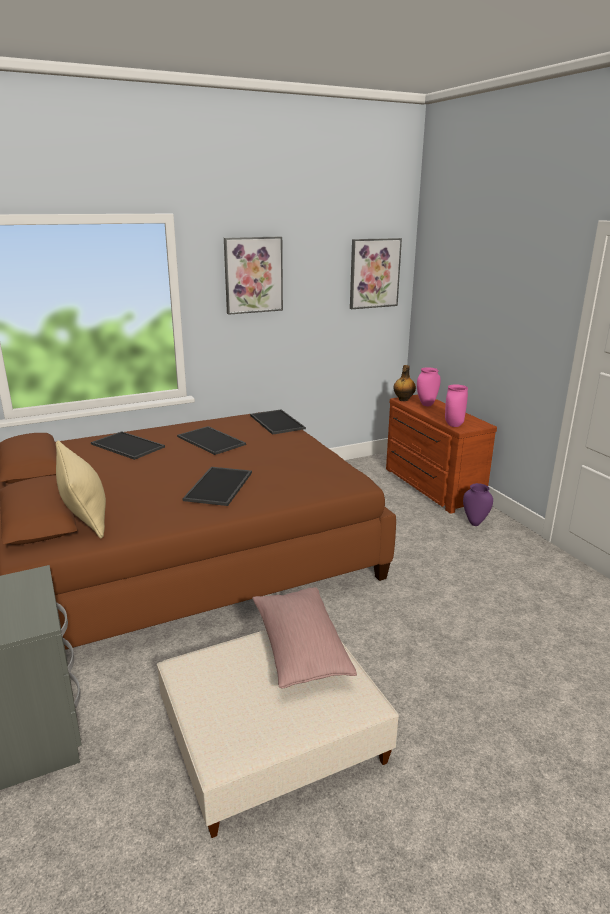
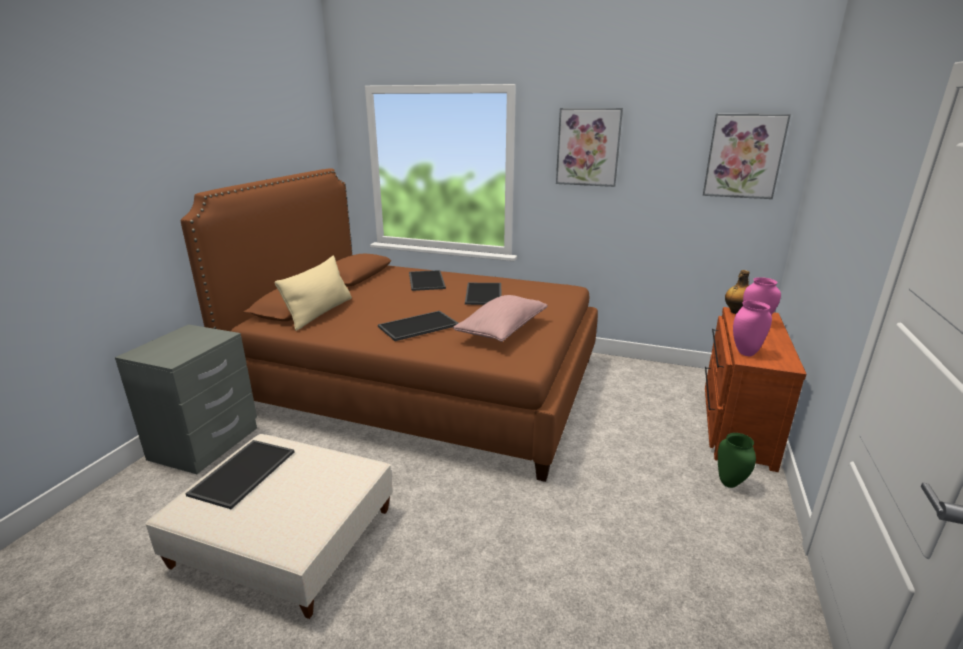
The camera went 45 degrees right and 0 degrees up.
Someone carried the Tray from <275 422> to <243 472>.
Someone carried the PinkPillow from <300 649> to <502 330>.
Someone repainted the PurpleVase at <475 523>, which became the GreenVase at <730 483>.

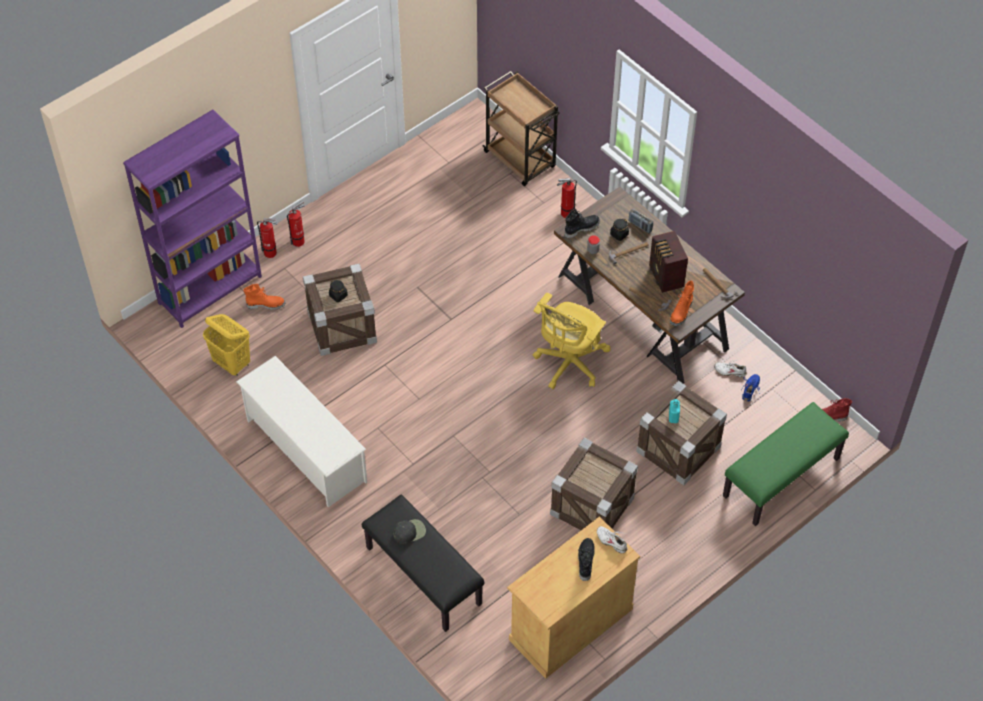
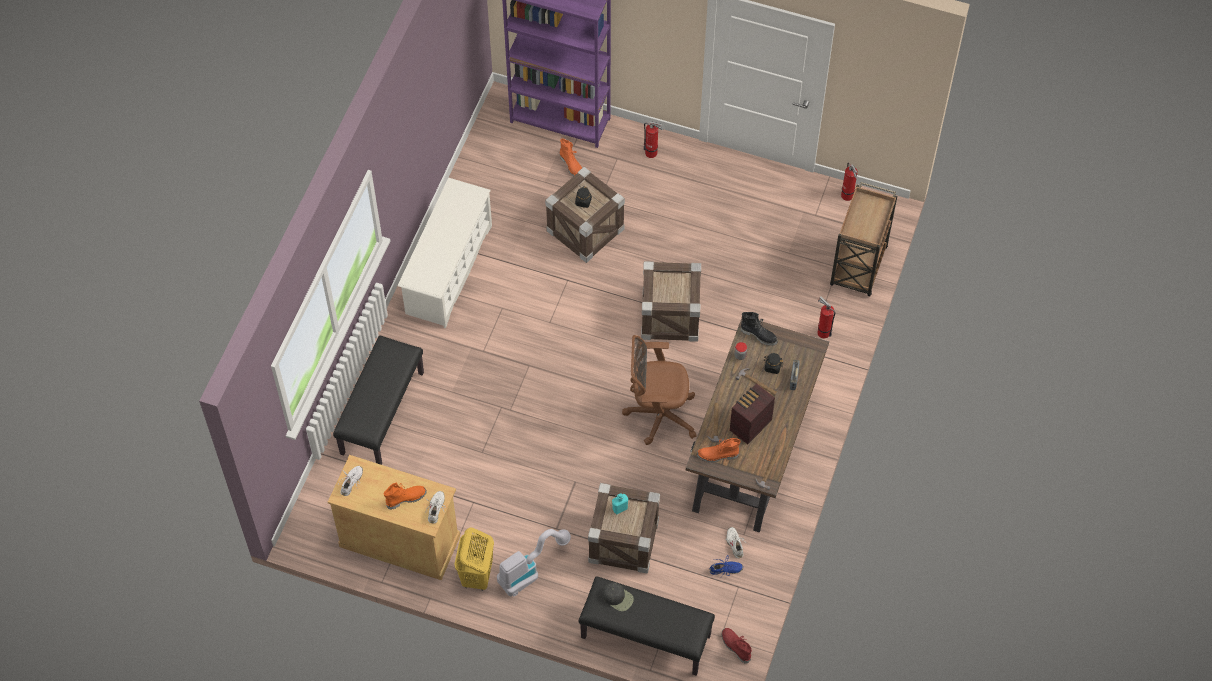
The camera went 60 degrees right and 5 degrees up.
Someone put down the WhiteShoe at <352 482>.
Someone repainted the BlackBoot at <585 561>, which became the OrangeBoot at <406 498>.
Someone carried the YellowLaundryBasket from <232 364> to <477 576>.
Someone put down the VacuumCleaner at <529 571>.
Someone repainted the GreenBench at <781 478>, which became the BlackBench at <645 637>.
Someone carried the BlackCap from <409 531> to <618 597>.
Someone repainted the YellowOfficeChair at <569 364>, which became the BrownOfficeChair at <658 414>.
Someone carried the Crate from <592 506> to <670 316>.
Someone carried the FireExtinguisher from <272 253> to <847 197>.

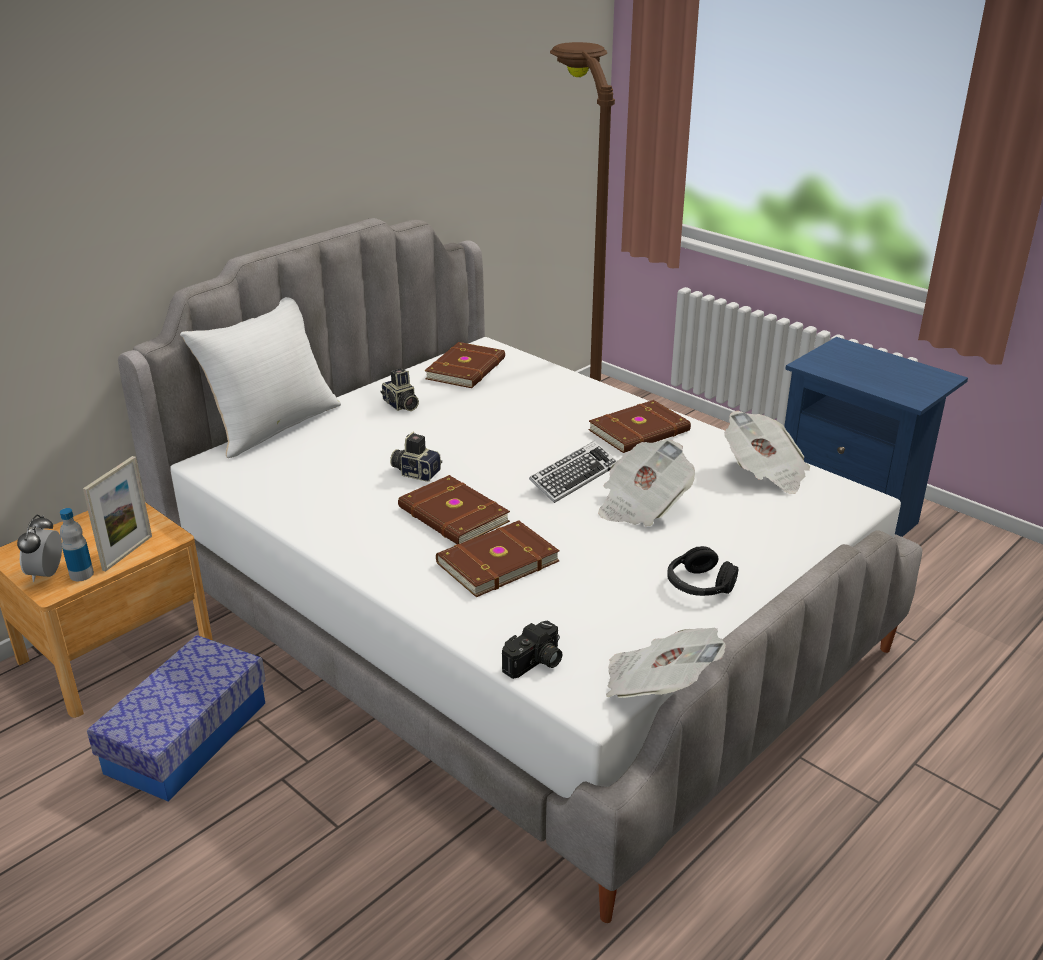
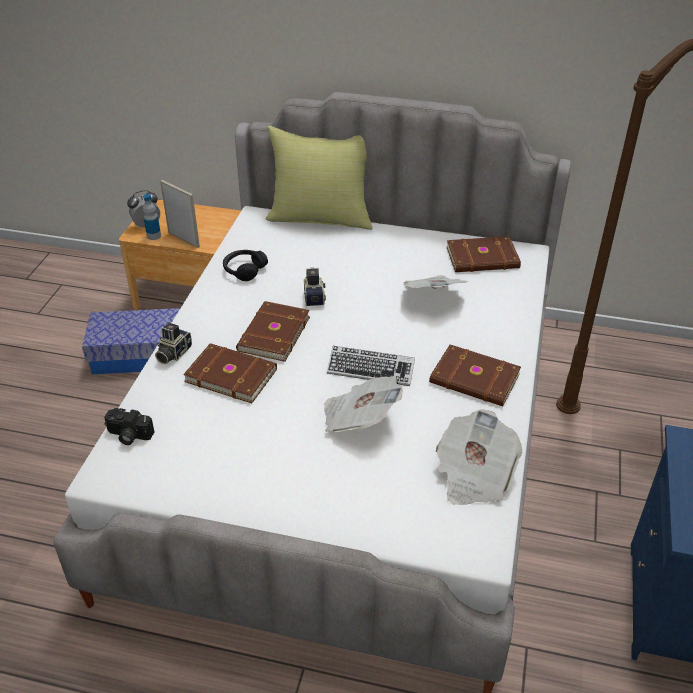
The camera went 60 degrees right and 10 degrees up.
Someone carried the PhotoCamera from <400 405> to <172 353>.
Someone rotated the PictureFrame at <127 553> by 135 degrees counterclockwise.
Someone carried the BlackHeadphones from <699 585> to <244 270>.
Someone repainted the WhitePillow at <273 426>, which became the YellowPillow at <321 217>.
Someone carried the Newspaper from <658 686> to <433 296>.

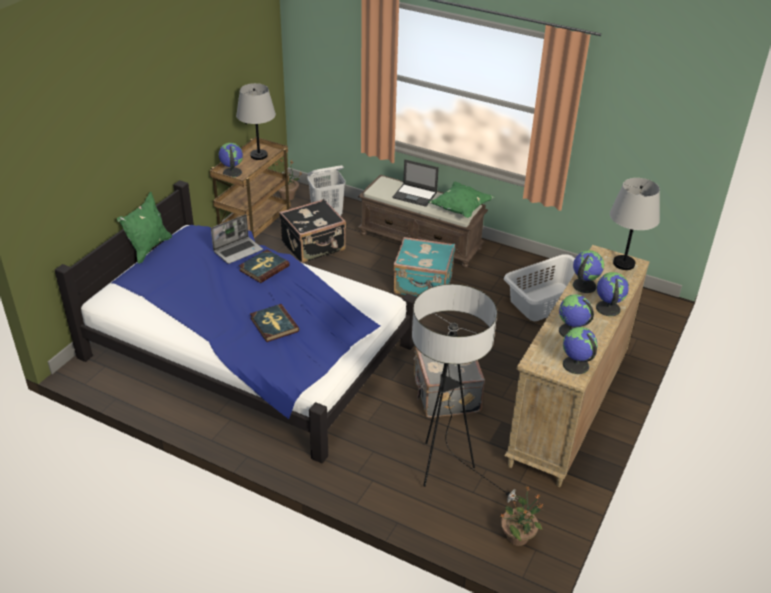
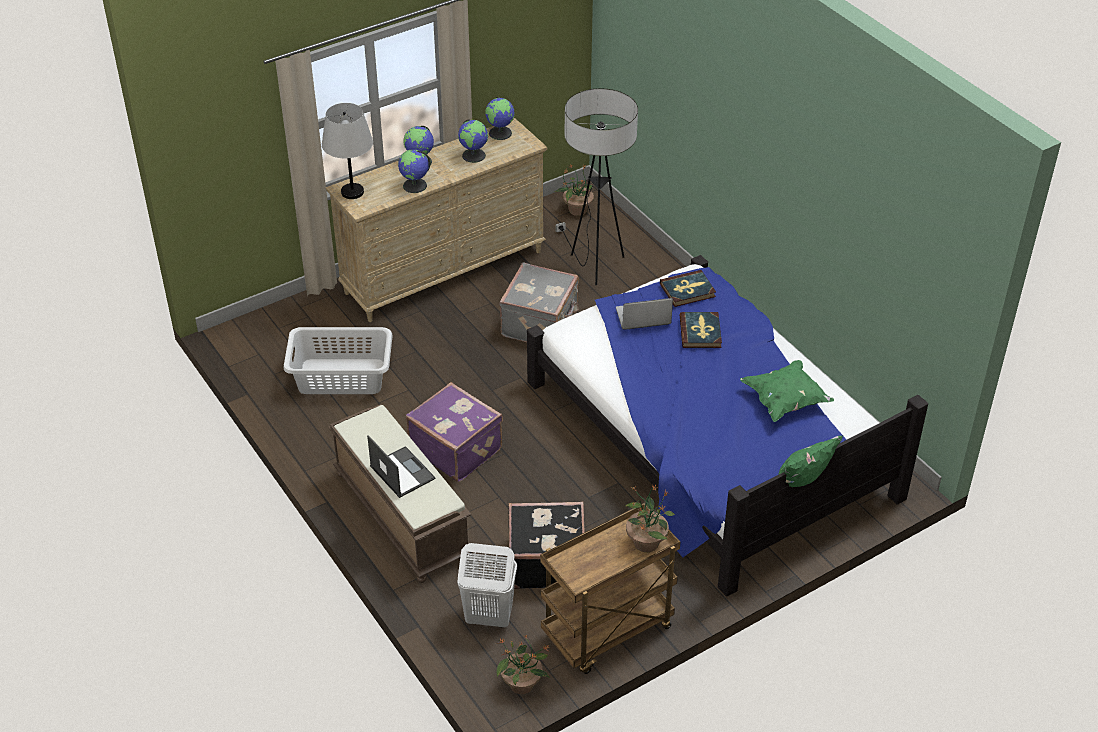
The camera went 150 degrees left and 5 degrees up.
Someone repainted the TurquoiseSuitcase at <423 285>, which became the PurpleSuitcase at <456 449>.
Someone carried the Laptop from <238 250> to <642 317>.
Someone swapped the Globe at <231 172> for the PottedPlant at <646 542>.
Someone carried the Book from <264 268> to <687 290>.
Someone carried the GreenPillow from <460 209> to <785 401>.
Someone took away the GreyTableLamp at <259 155>.

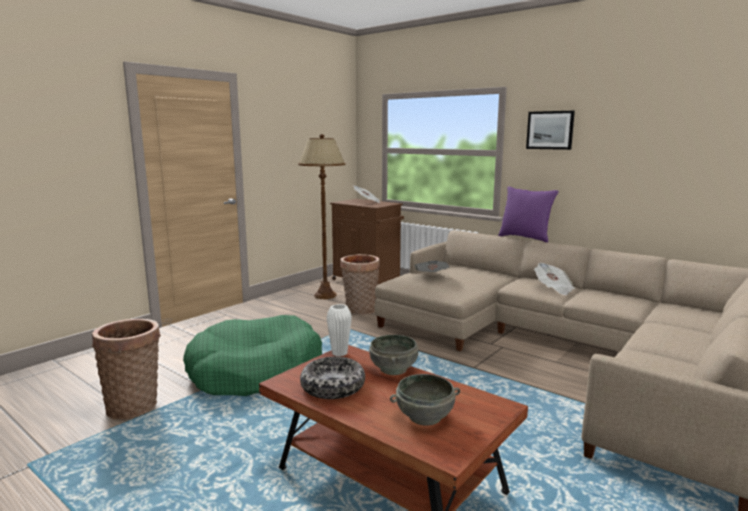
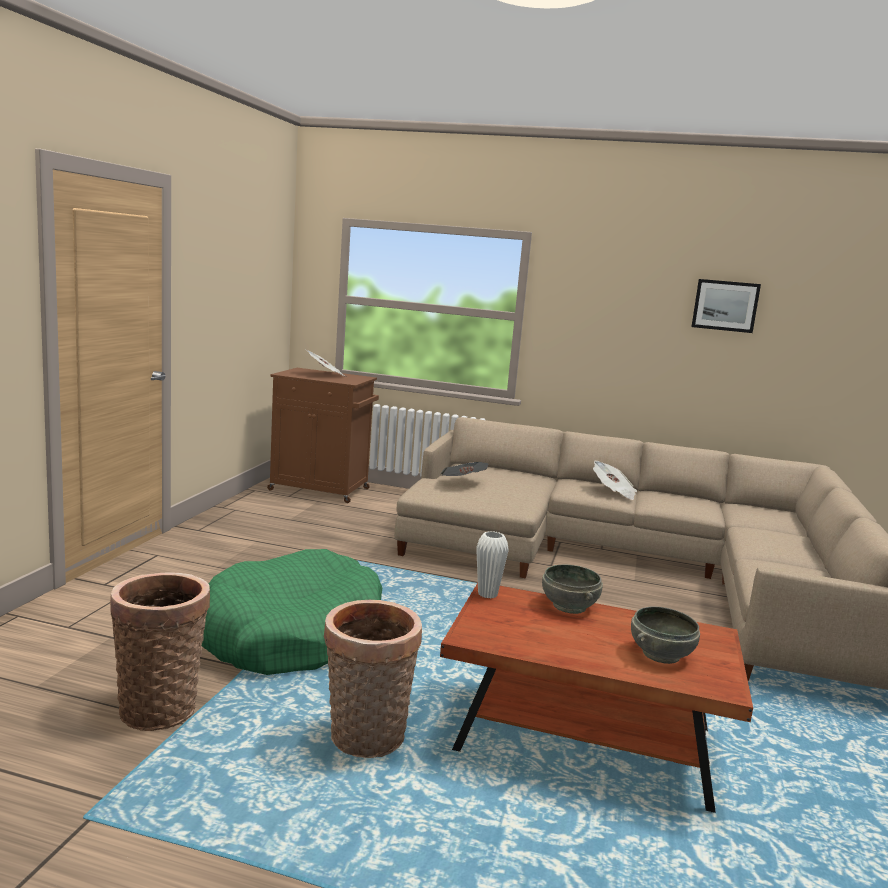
The camera went 25 degrees left and 0 degrees up.
Someone carried the Basket from <360 310> to <366 740>.
Someone carried the Picture from <550 130> to <725 305>.
Someone took away the BrownFloorLamp at <325 295>.
Someone took away the Bowl at <333 387>.
Someone took away the PurplePillow at <525 238>.

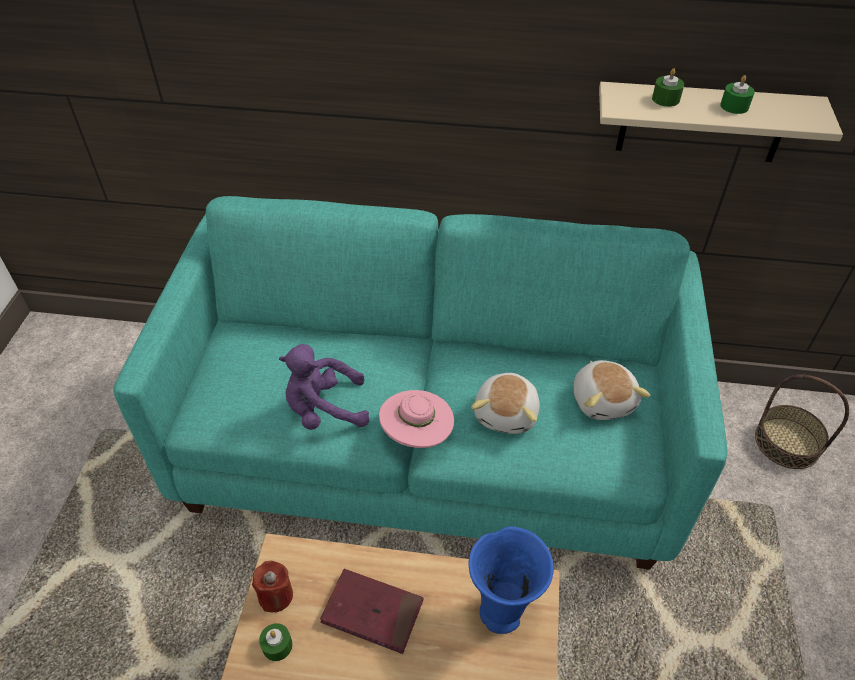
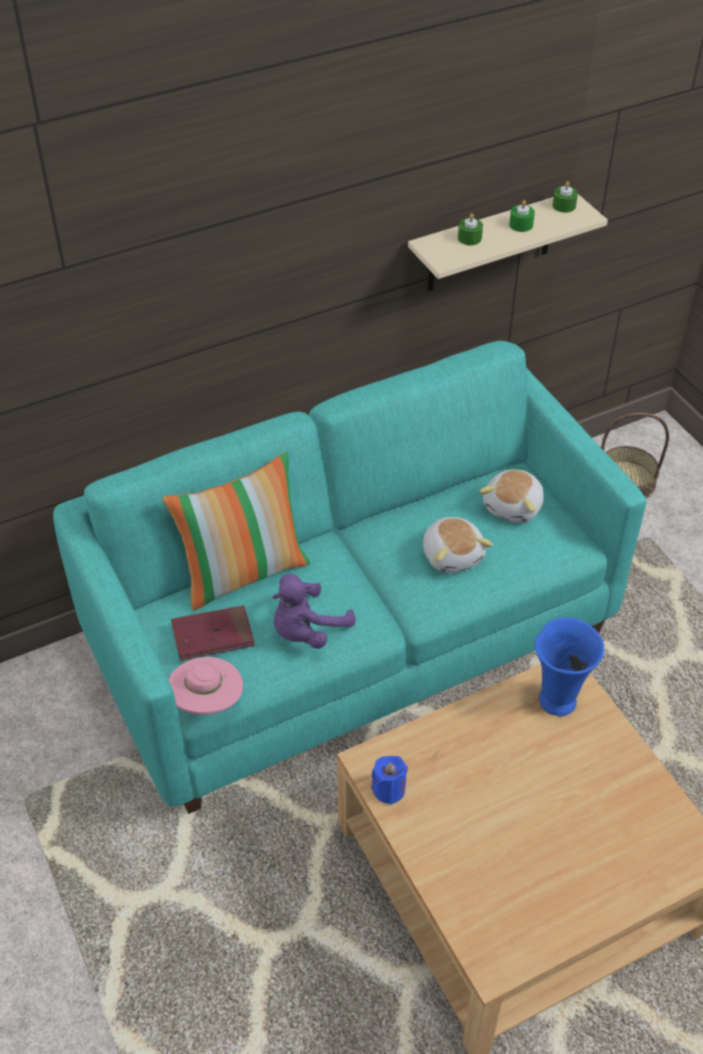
The camera went 35 degrees left and 0 degrees up.
Someone put down the Pillow at <244 572>.
Someone carried the PinkHat from <417 434> to <207 702>.
Someone carried the RedBook from <372 612> to <213 635>.
Someone repainted the RedCandle at <276 595>, which became the BlueCandle at <389 789>.
Someone rotated the PlushToy at <603 400> by 75 degrees clockwise.
Someone carried the GreenCandle from <277 645> to <564 206>.

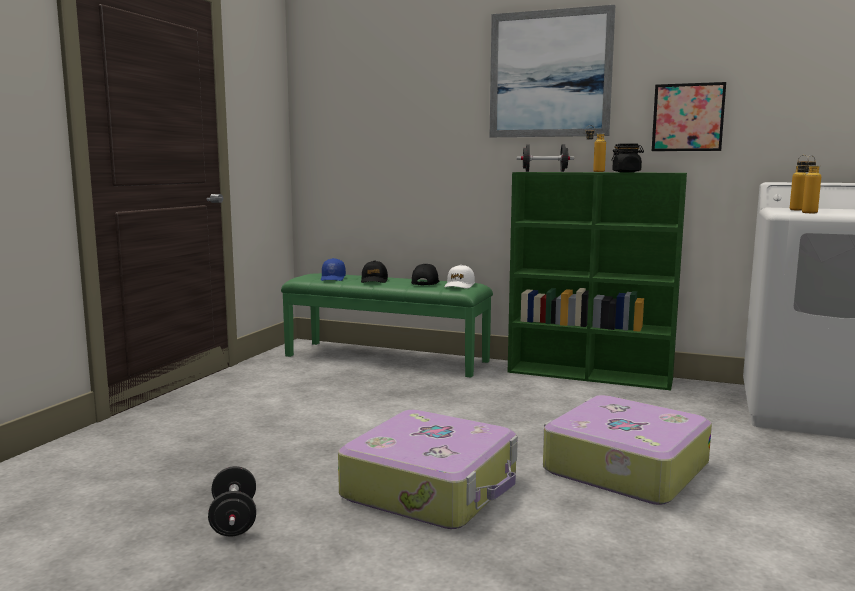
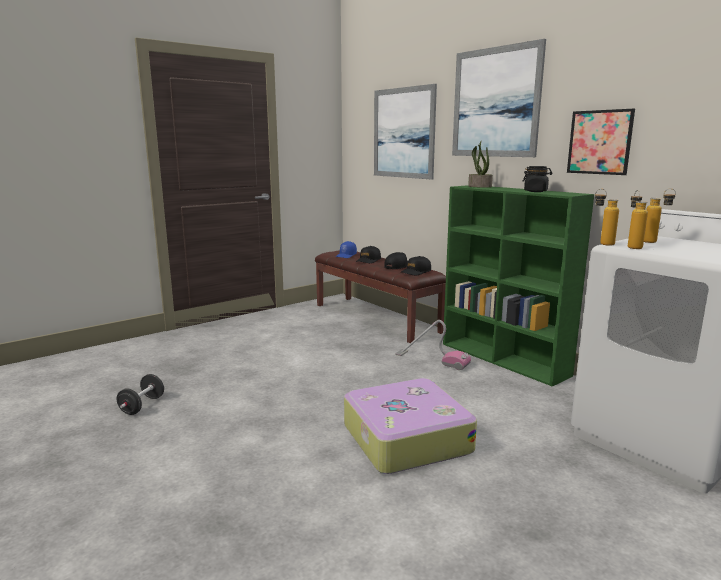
The camera went 30 degrees right and 5 degrees up.
Someone repainted the GreenBench at <387 358>, which became the BrownBench at <376 318>.
Someone put up the Picture at <403 133>.
Someone put down the VacuumCleaner at <431 360>.
Someone repainted the WhiteCap at <459 285>, which became the BlackCap at <416 272>.
Someone swapped the BlackDumbbell at <544 171> for the PottedPlant at <479 186>.
Someone carried the Bottle from <594 171> to <601 243>.
Someone took away the Suitcase at <432 488>.

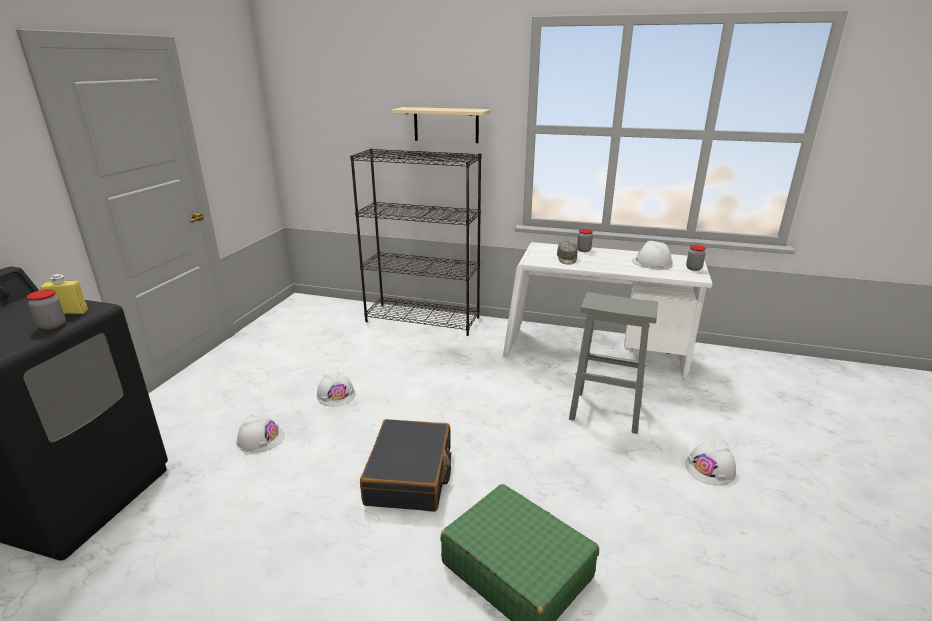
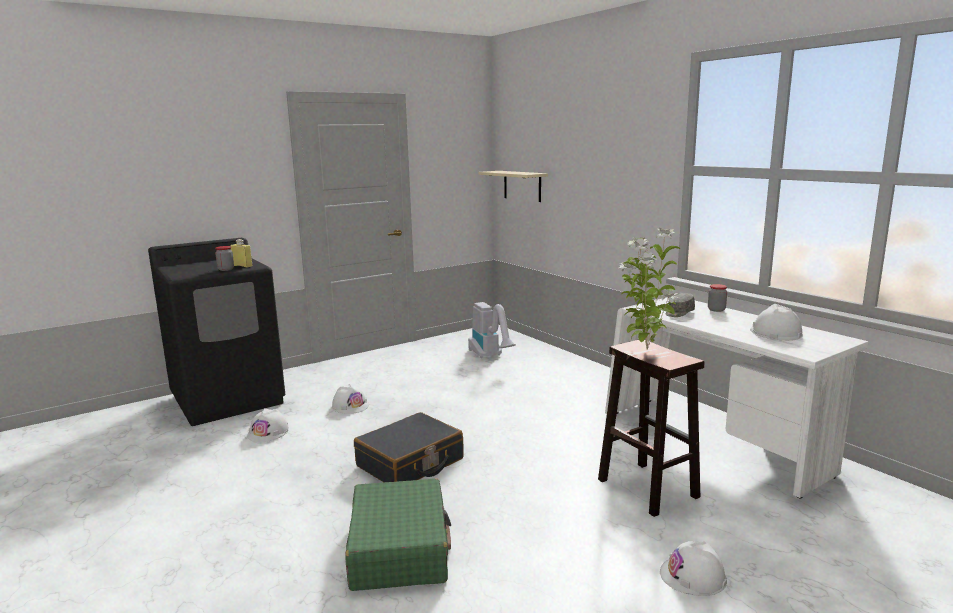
The camera went 40 degrees right and 10 degrees down.
Someone carried the WhiteHardHat from <336 395> to <268 432>.
Someone put down the VacuumCleaner at <491 357>.
Someone carried the BeigeShelf from <446 125> to <522 186>.
Someone repainted the GreyStool at <604 411>, which became the BrownStool at <646 487>.
Someone put down the PottedPlant at <645 349>.
Someone took away the BlackBookcase at <423 319>.
Someone took away the Jar at <693 268>.

